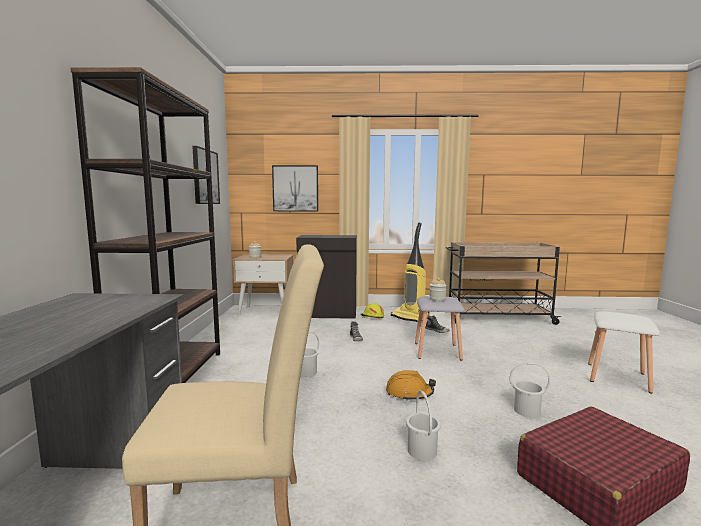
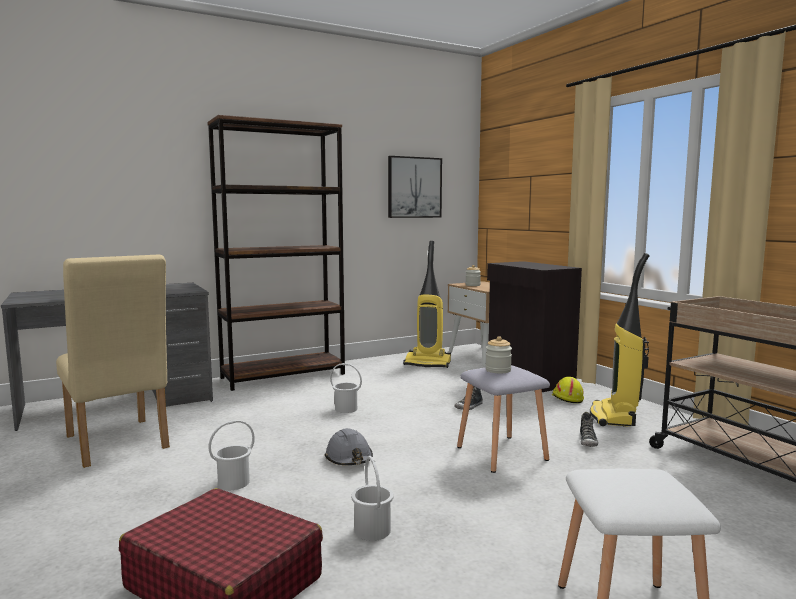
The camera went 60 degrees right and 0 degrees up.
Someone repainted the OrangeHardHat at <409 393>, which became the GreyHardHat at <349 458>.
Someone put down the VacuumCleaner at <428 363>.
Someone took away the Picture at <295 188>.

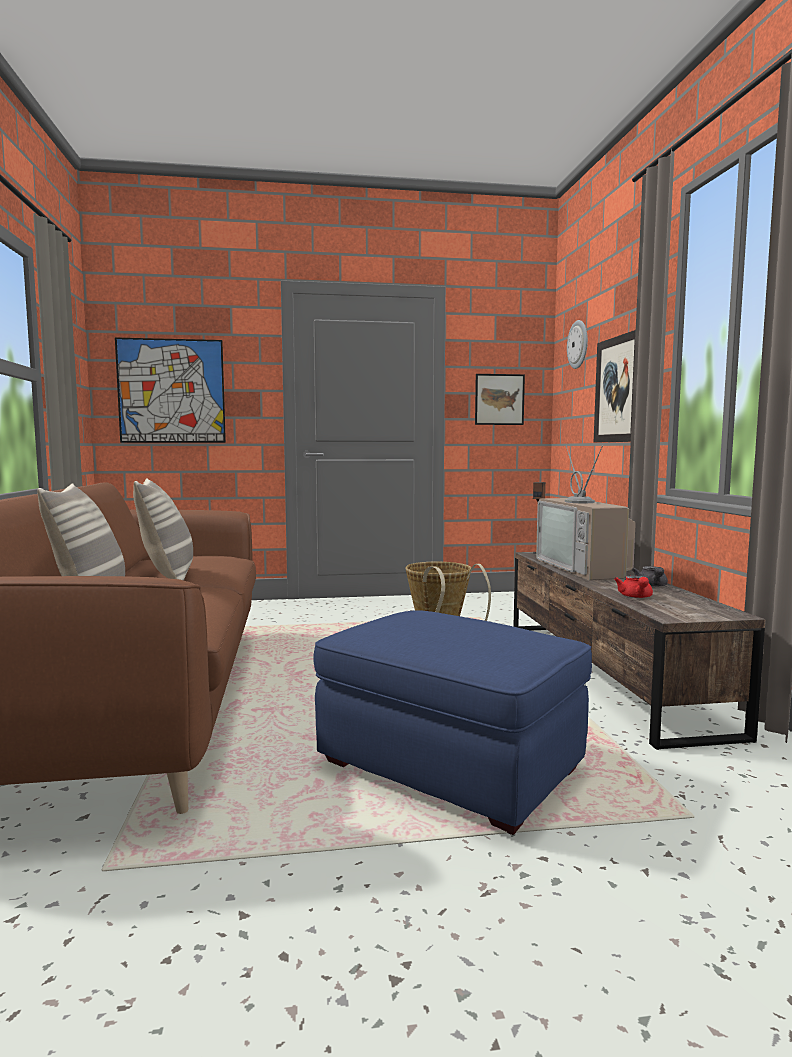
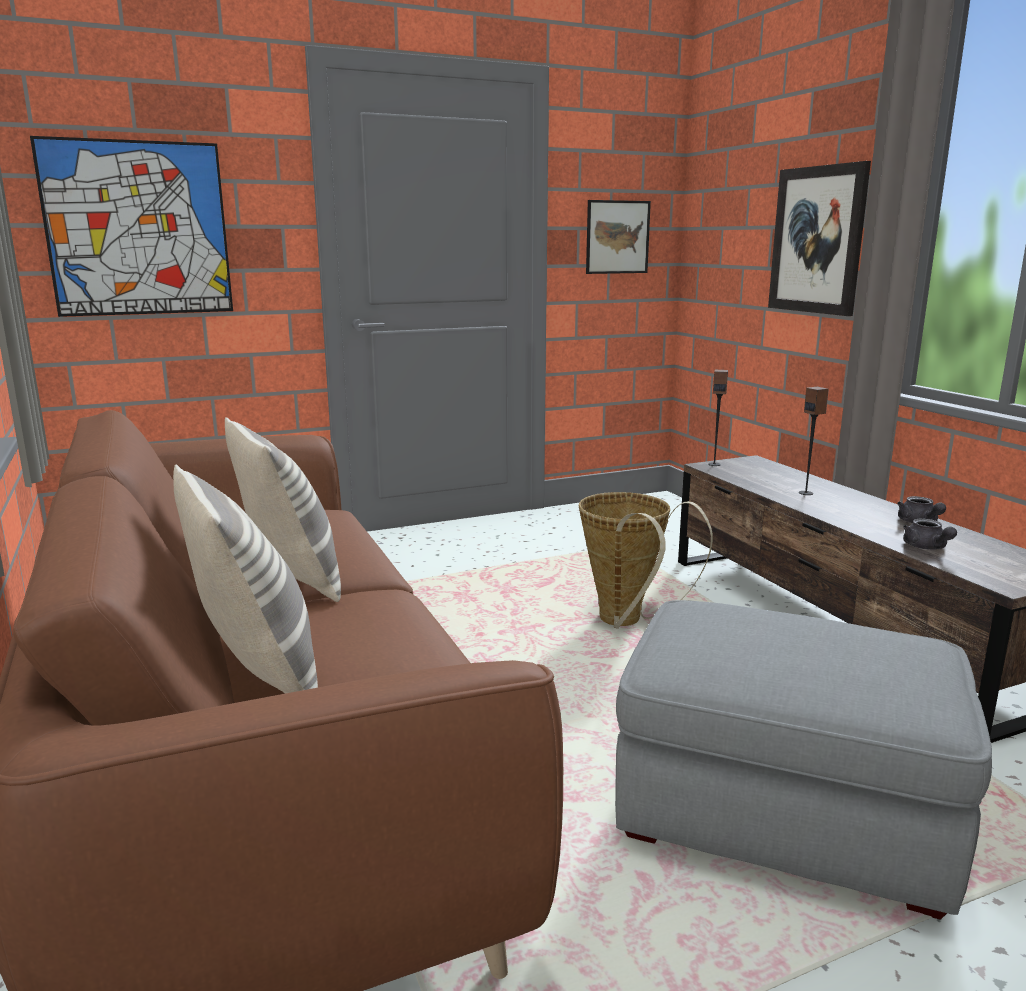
The camera went 15 degrees left and 10 degrees up.
Someone repainted the BlueOttoman at <448 766>, which became the GreyOttoman at <779 815>.
Someone swapped the Television at <585 568> for the Speaker at <806 493>.
Someone repainted the RedTeapot at <635 597>, which became the GreyTeapot at <926 548>.
Someone took away the WallClock at <578 344>.

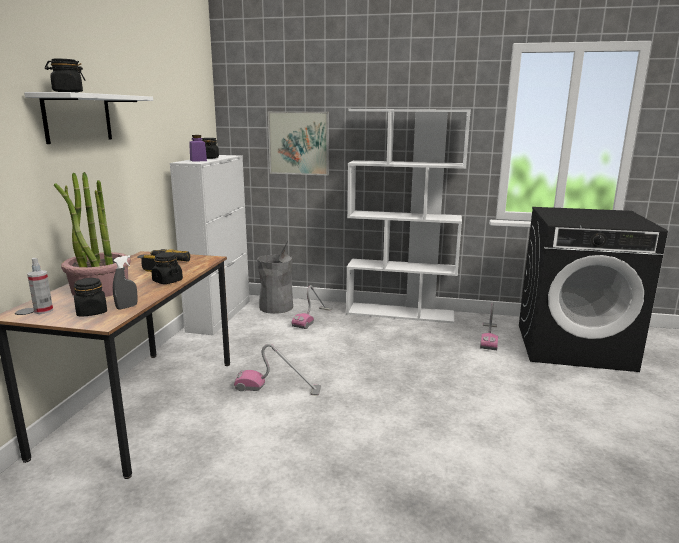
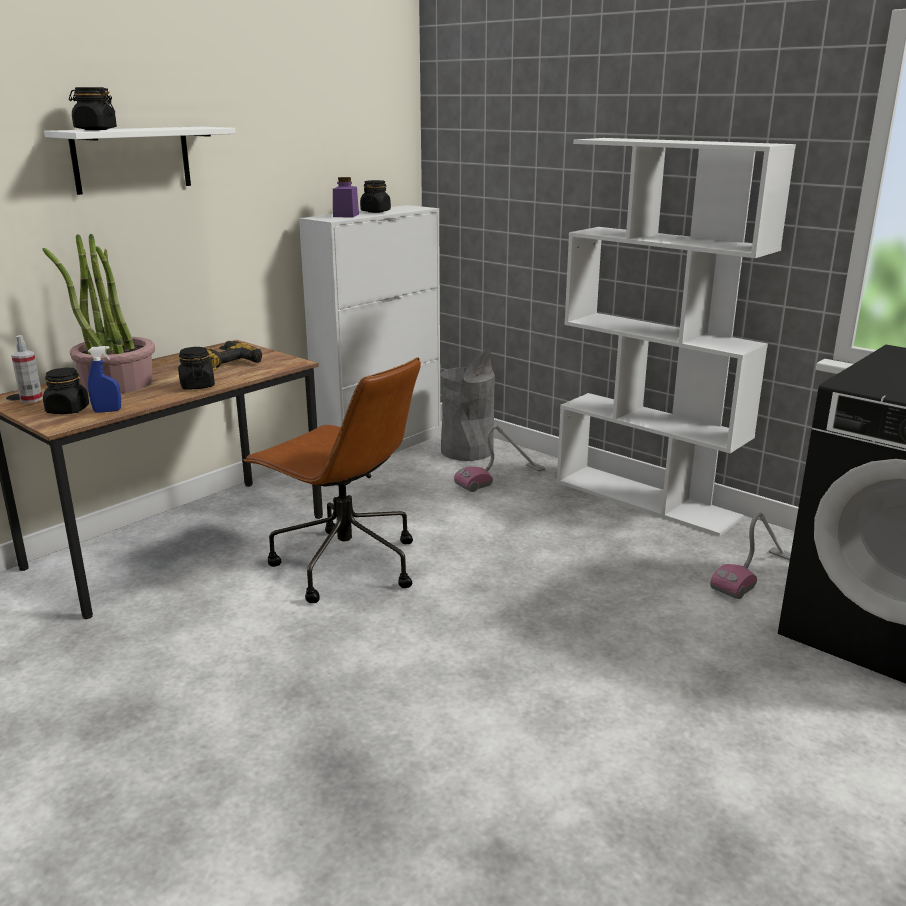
The camera went 30 degrees right and 5 degrees up.
Someone repainted the GreySprayBottle at <127 307>, which became the BlueSprayBottle at <107 411>.
Someone swapped the VacuumCleaner at <278 388> for the BrownOfficeChair at <344 564>.
Someone took away the Picture at <299 143>.

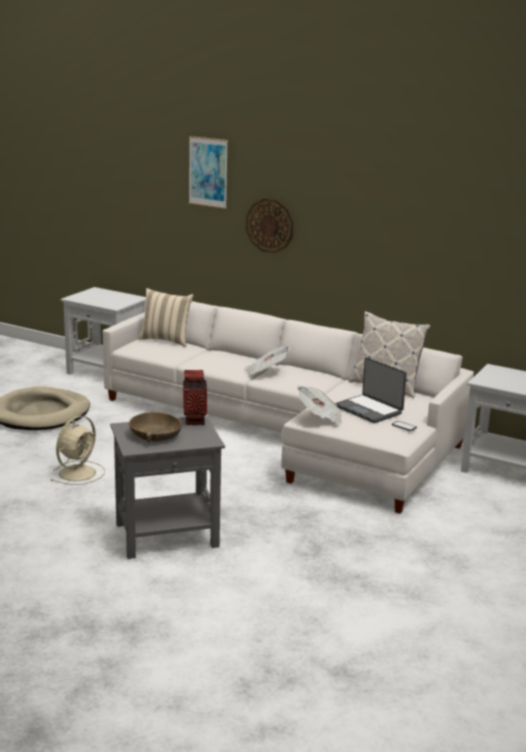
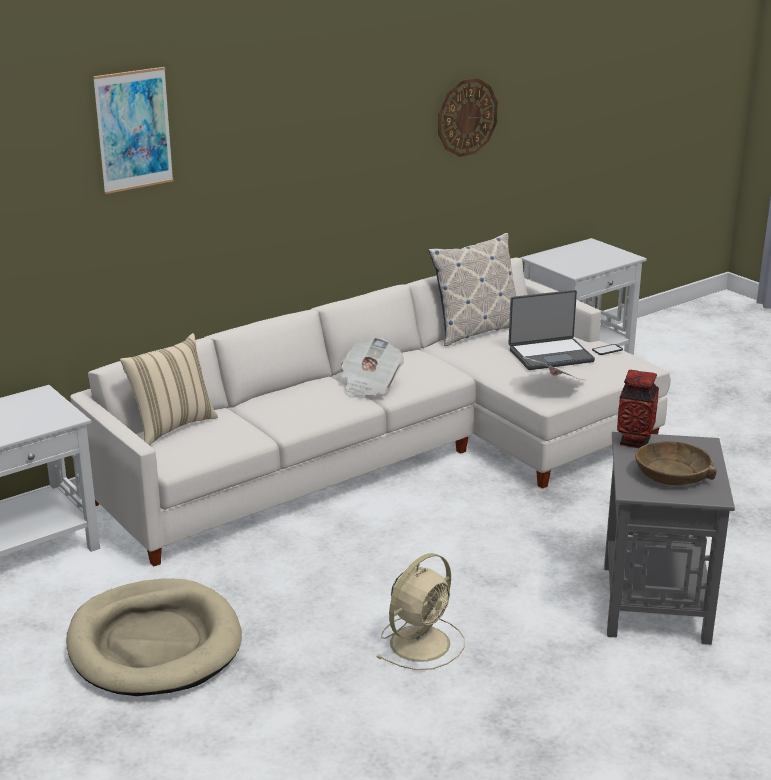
The camera went 65 degrees left and 5 degrees up.
Someone rotated the BeigeFan at <78 472> by 75 degrees clockwise.
Someone carried the WallClock from <269 225> to <467 117>.

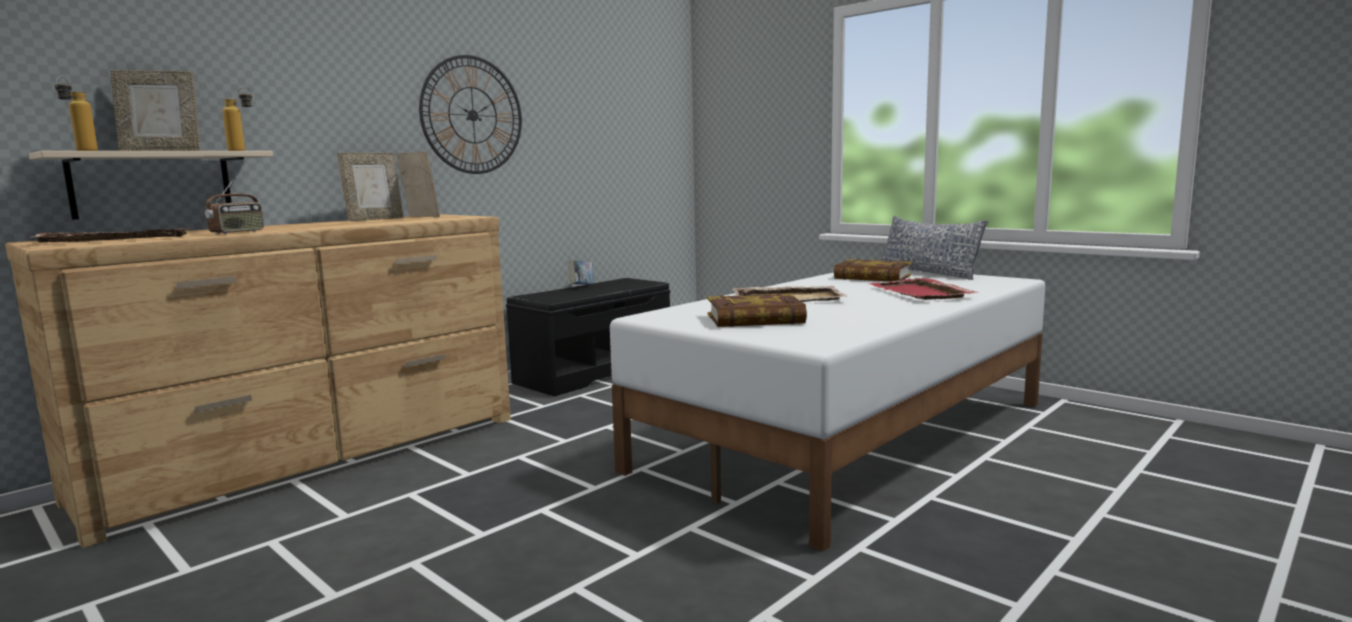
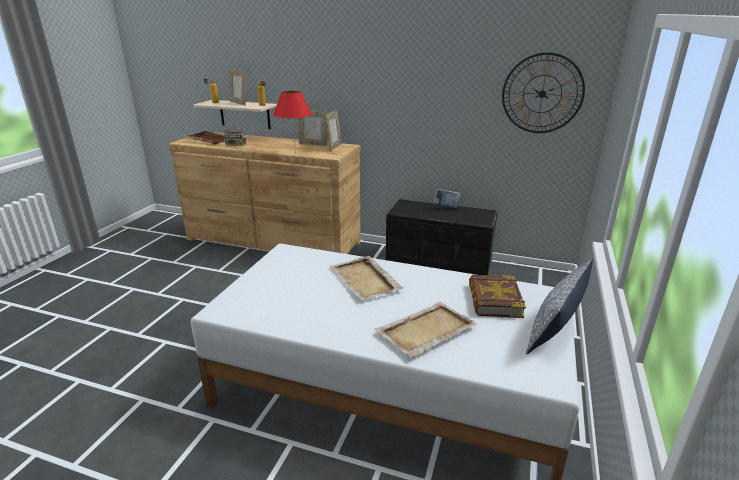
The camera went 65 degrees right and 15 degrees up.
Someone put down the RedTableLamp at <295 153>.
Someone repainted the RedTray at <920 293>, which became the BeigeTray at <425 331>.
Someone carried the WallClock from <472 115> to <542 94>.
Someone took away the Book at <755 319>.

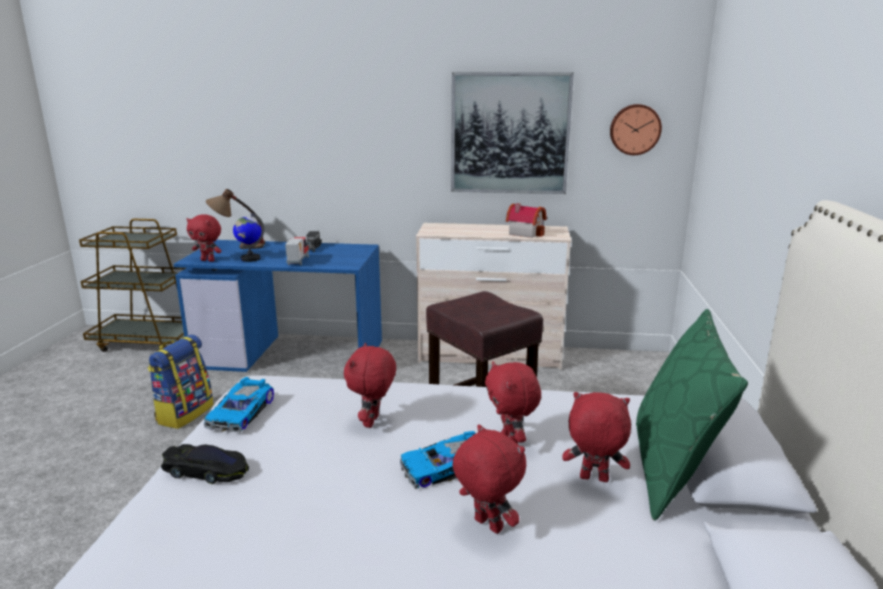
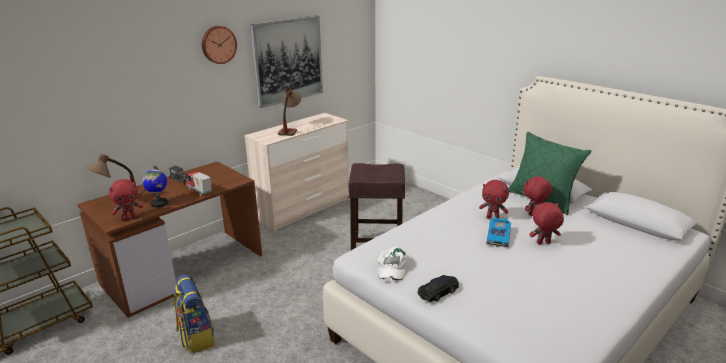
The camera went 50 degrees left and 5 degrees up.
Someone repainted the BlueDesk at <291 353>, which became the BrownDesk at <184 268>.
Someone carried the WallClock from <635 129> to <218 44>.
Someone put down the TableLamp at <290 129>.
Someone swapped the ToyCar at <242 413> for the WhiteCap at <391 268>.
Someone took away the RedPlushToy at <372 422>.
Someone took away the ToyHouse at <525 233>.

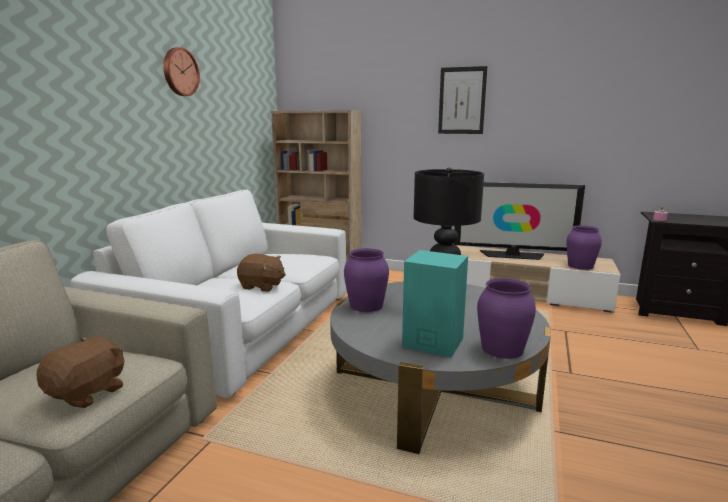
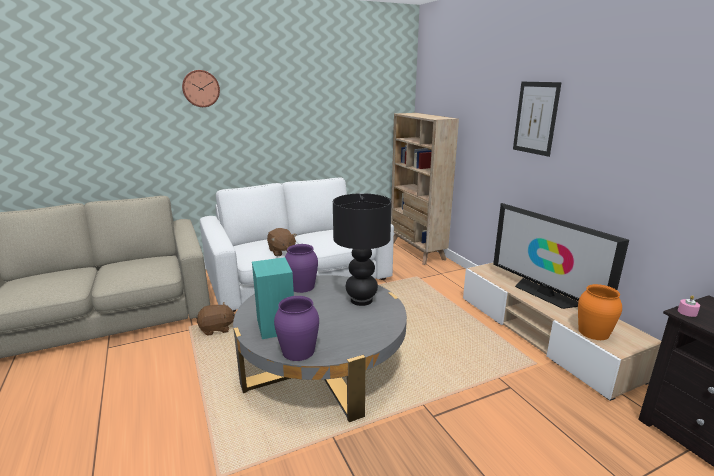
The camera went 45 degrees right and 5 degrees up.
Someone carried the WallClock from <180 72> to <200 88>.
Someone carried the BrownPlushToy from <88 393> to <217 329>.
Someone repainted the PurpleVase at <580 266>, which became the OrangeVase at <593 332>.

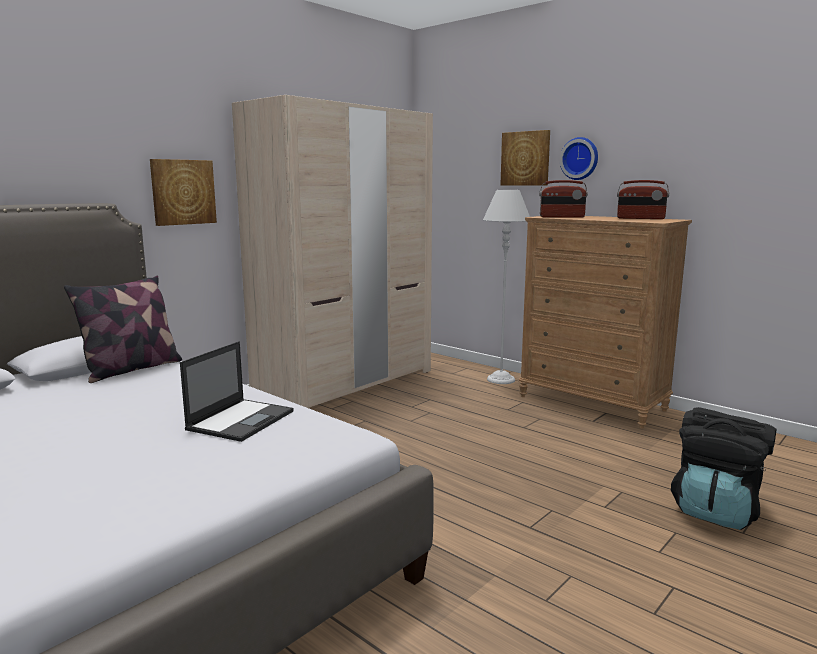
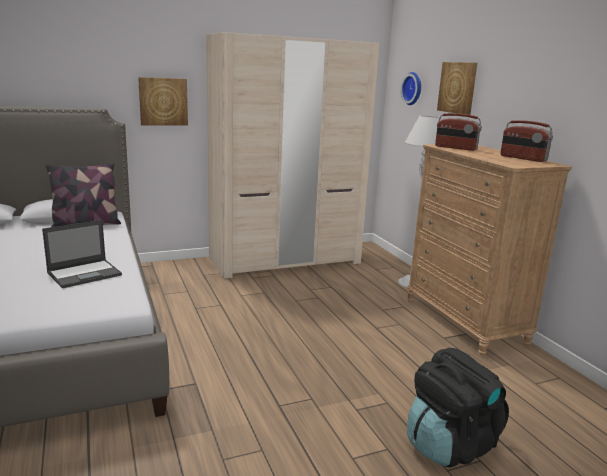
The camera went 25 degrees right and 5 degrees up.
Someone carried the WallClock from <580 158> to <413 88>.

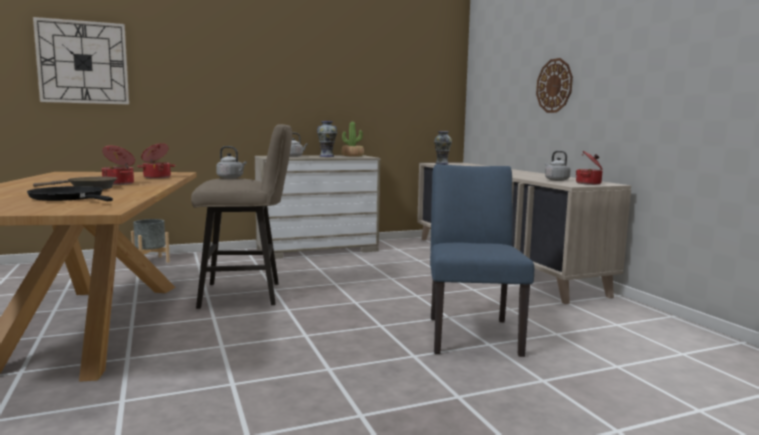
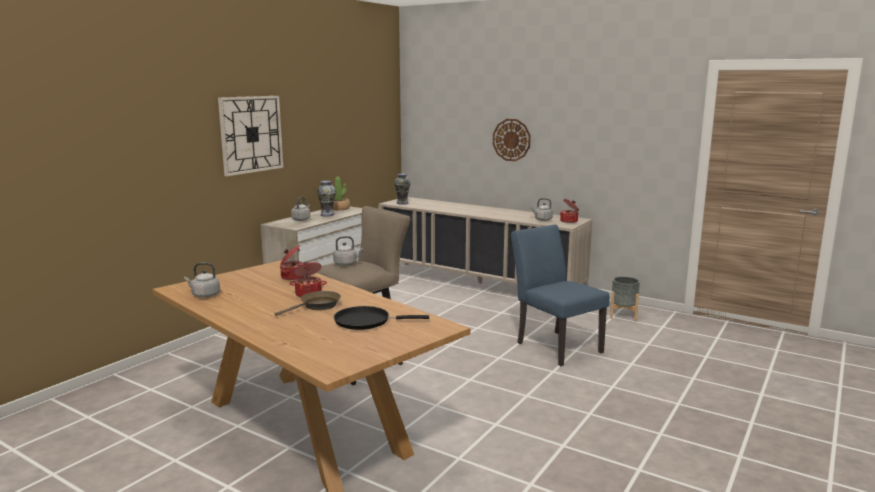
The camera went 35 degrees left and 5 degrees up.
Someone put down the GreyKettle at <204 295>.
Someone carried the WallClock from <83 62> to <251 134>.
Someone carried the GreyPlanter from <151 261> to <623 315>.

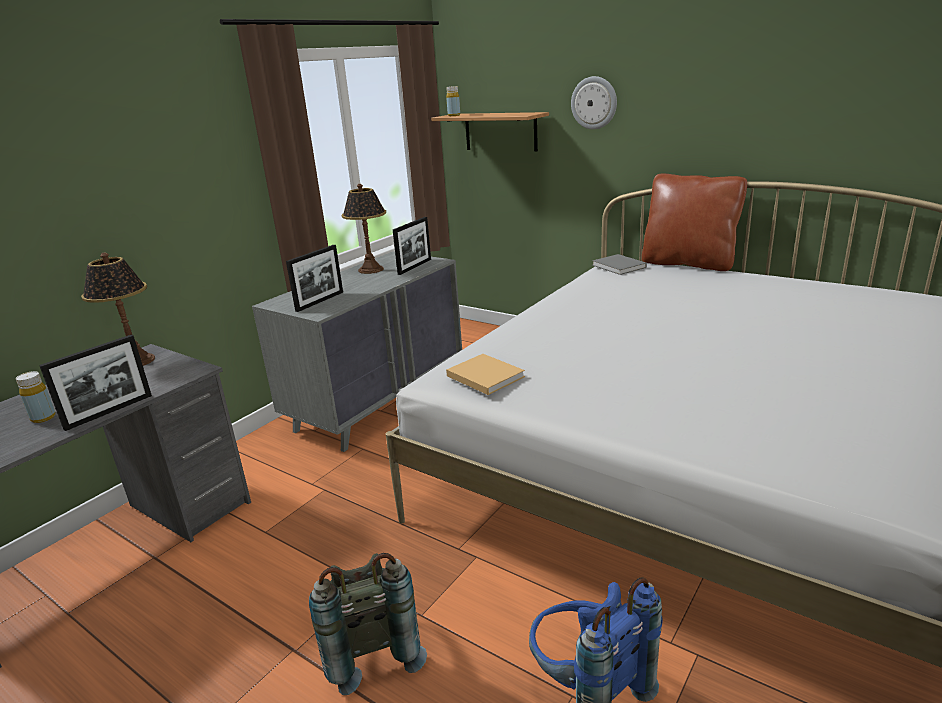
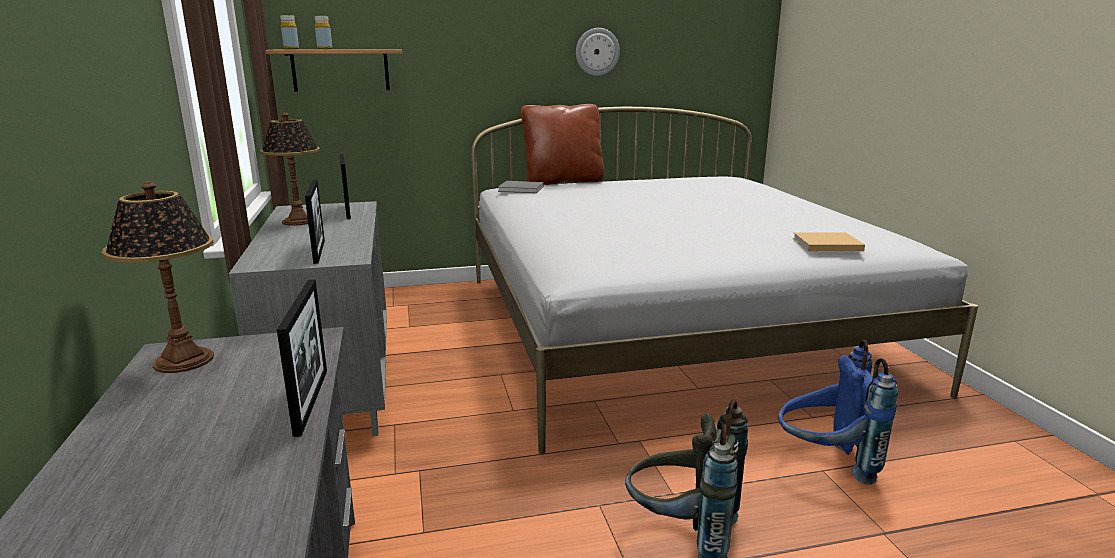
The camera went 50 degrees left and 5 degrees down.
Someone carried the YellowBottle from <43 418> to <324 49>.
Someone carried the WallClock from <594 103> to <597 52>.
Someone carried the BeigeBook from <483 375> to <825 244>.

